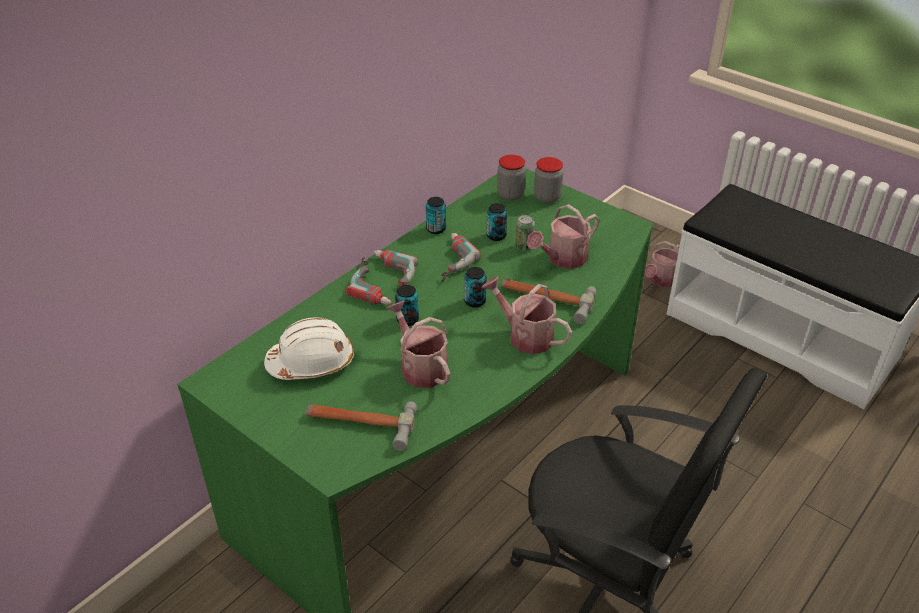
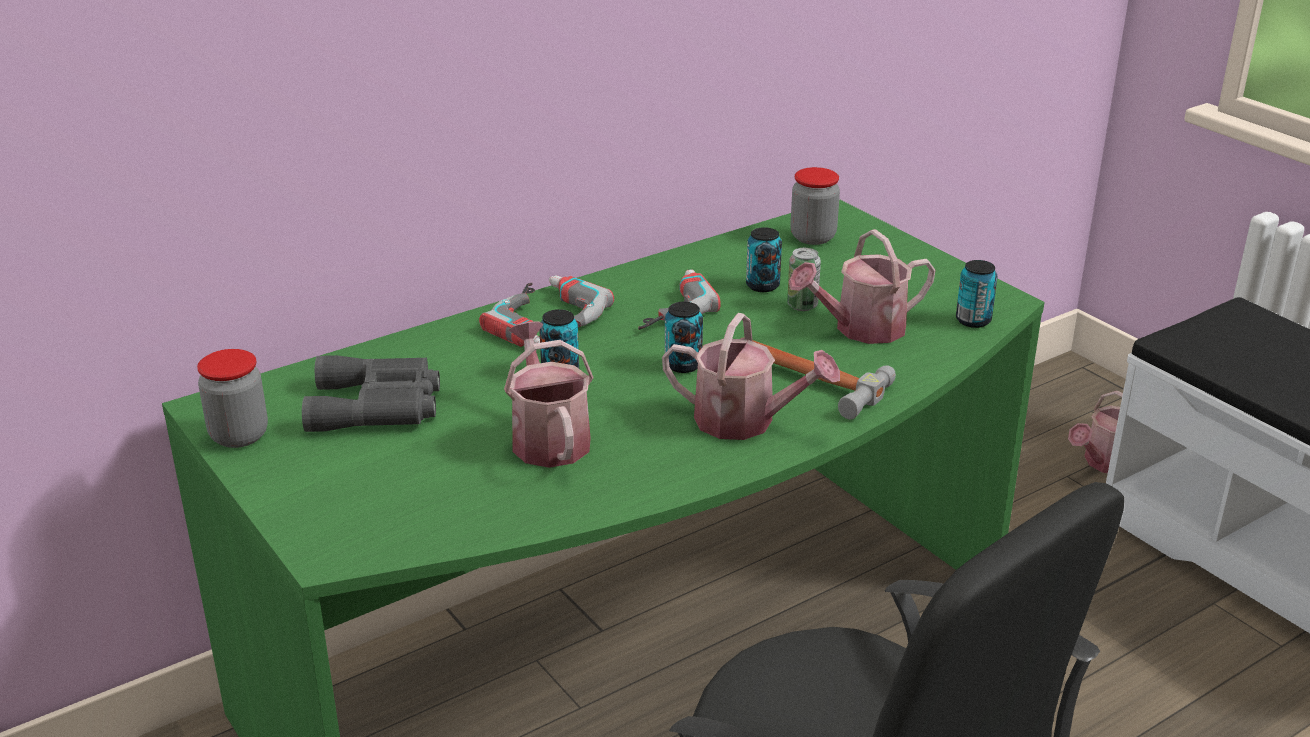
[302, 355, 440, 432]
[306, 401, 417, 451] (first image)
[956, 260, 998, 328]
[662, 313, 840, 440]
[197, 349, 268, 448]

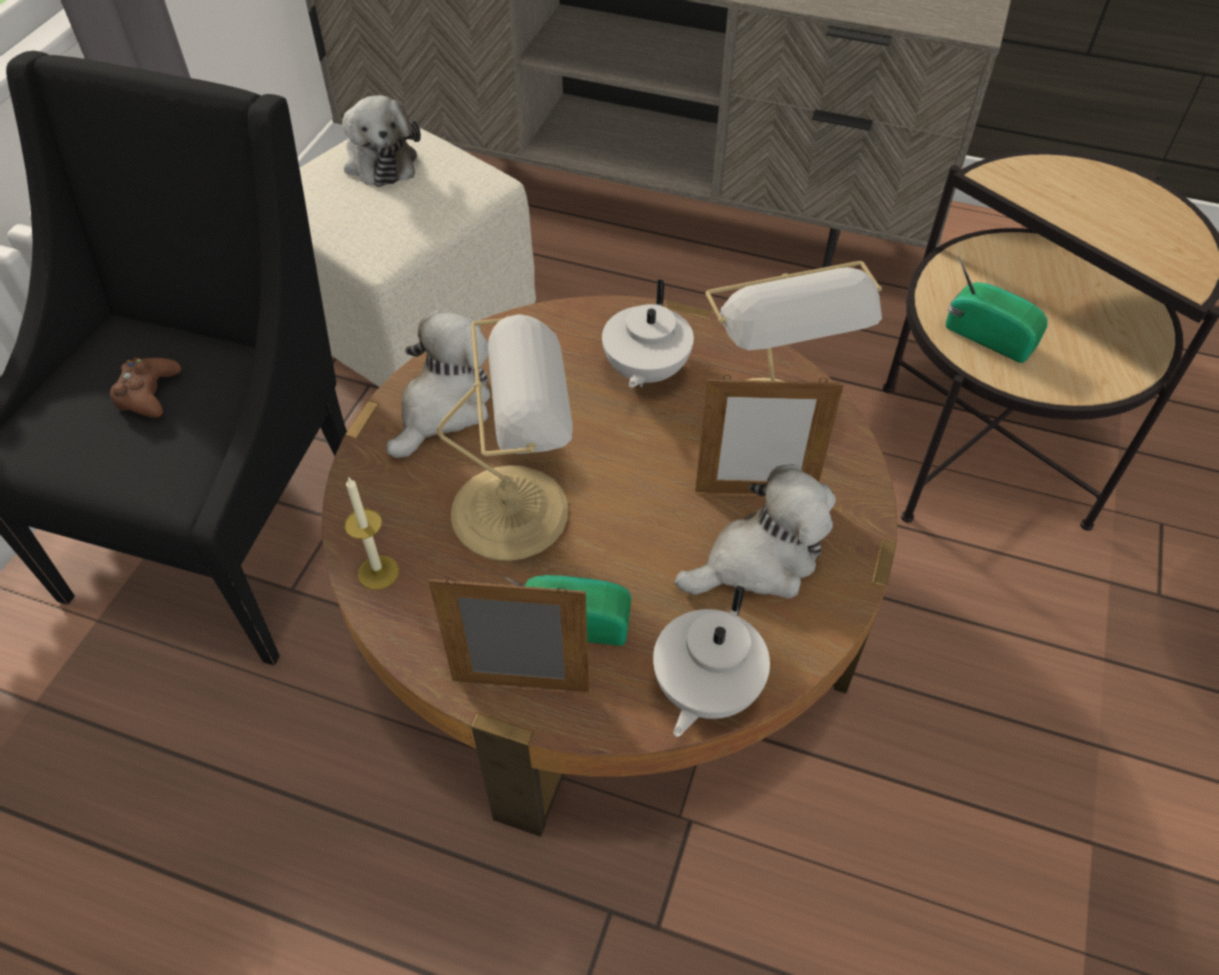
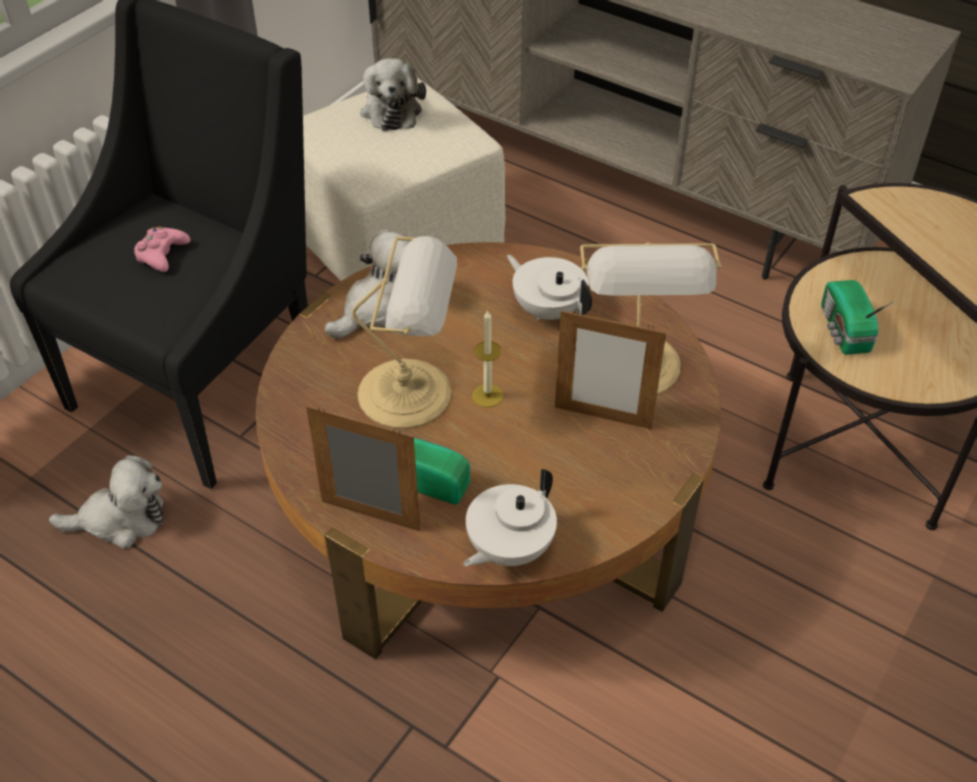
[134, 226, 190, 272]
[472, 310, 503, 407]
[507, 255, 592, 320]
[49, 455, 164, 549]
[821, 280, 894, 355]

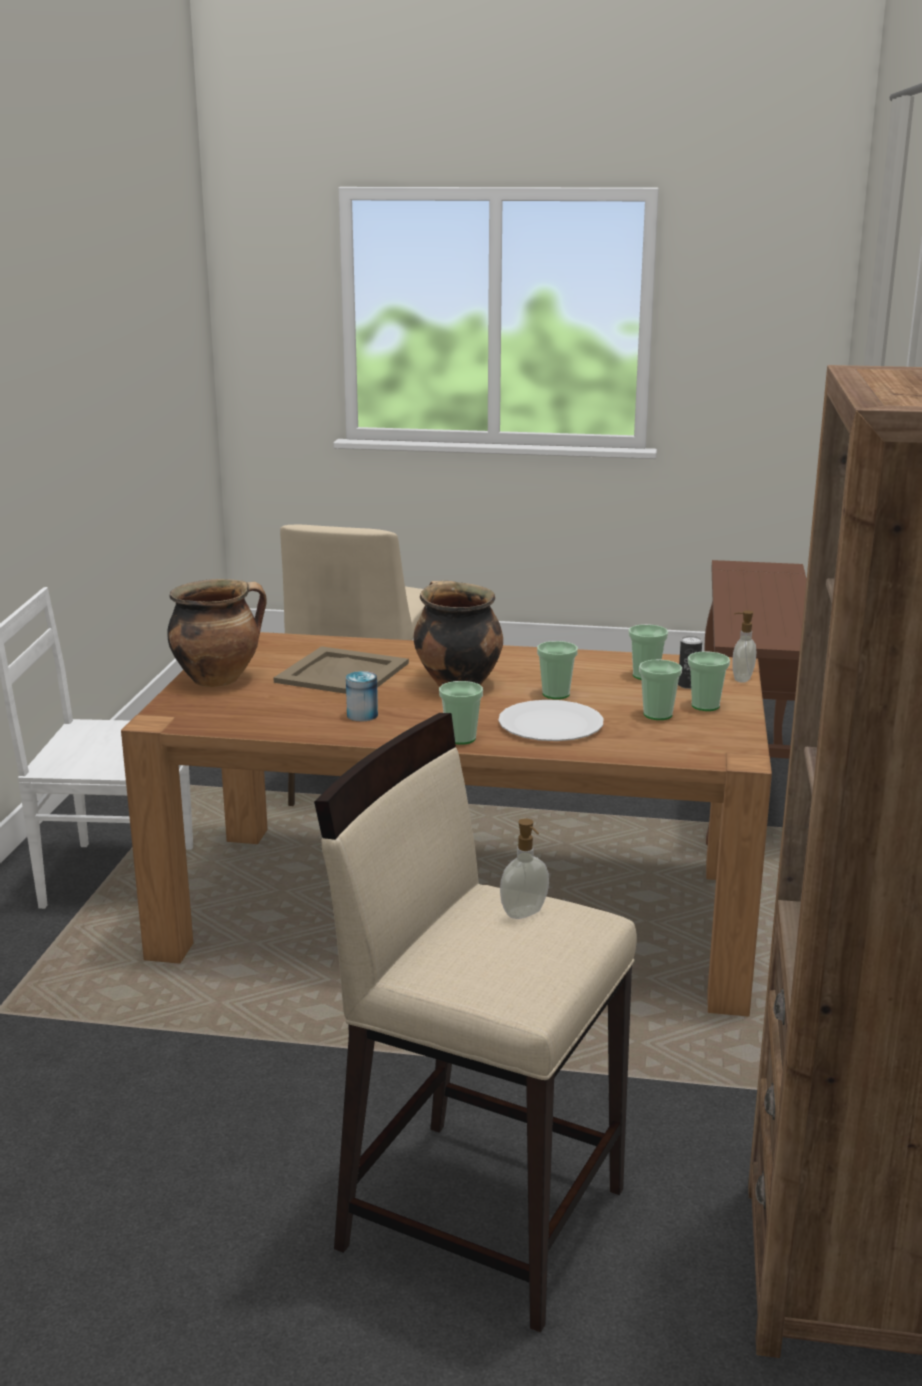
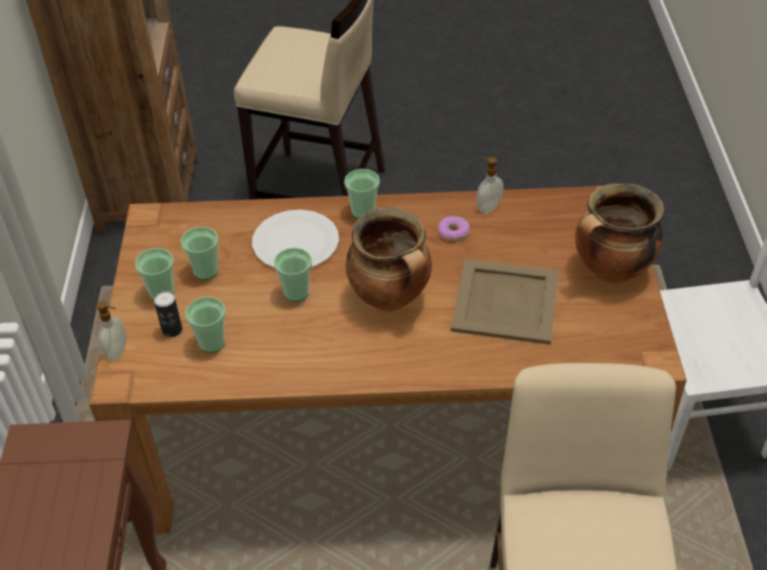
[438, 216, 470, 241]
[476, 157, 503, 214]

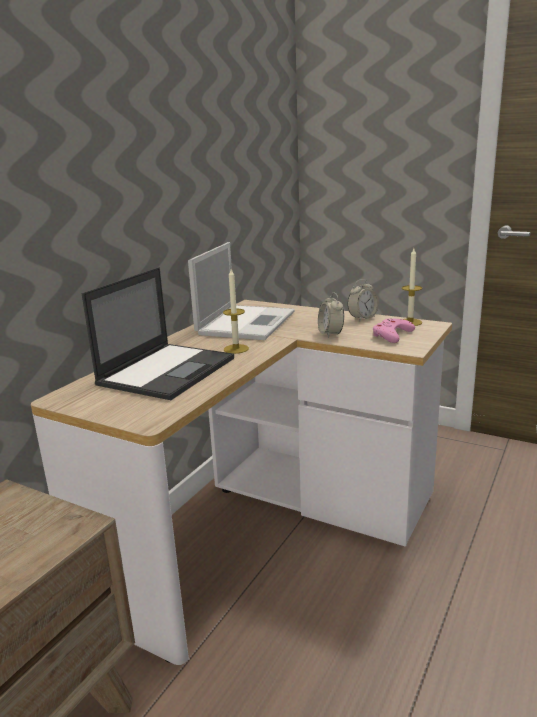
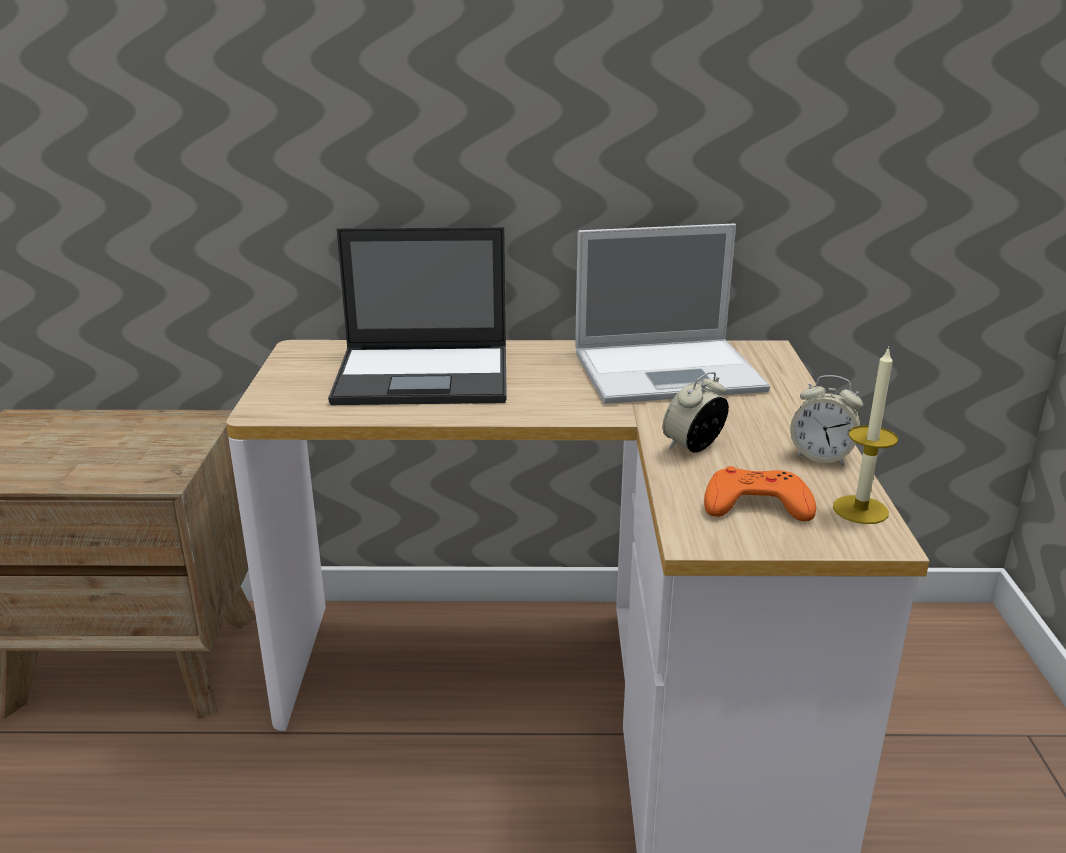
[223, 269, 249, 354] (first image)
[704, 466, 816, 521]

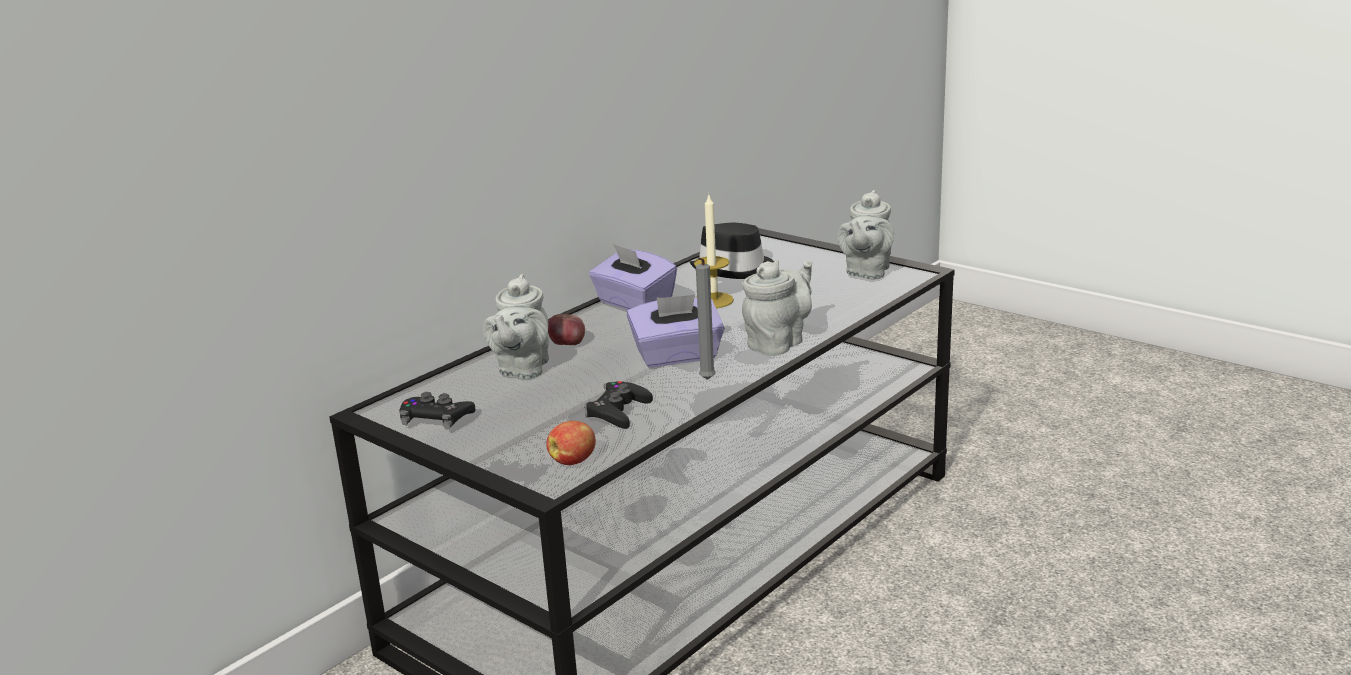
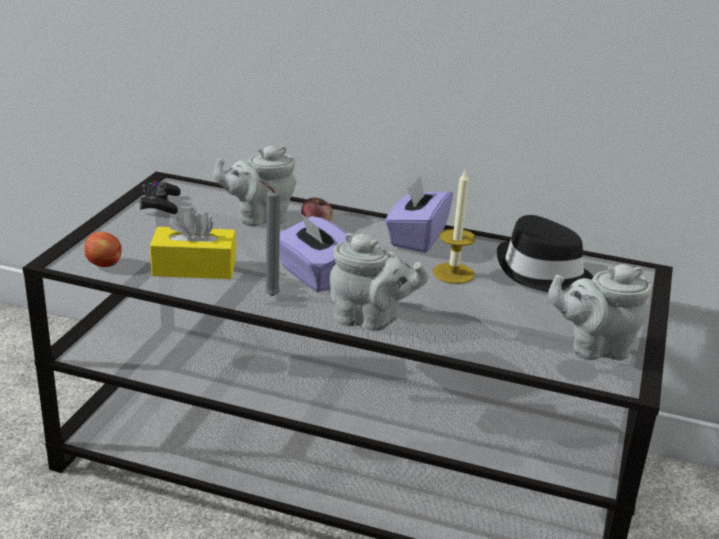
[150, 208, 236, 279]

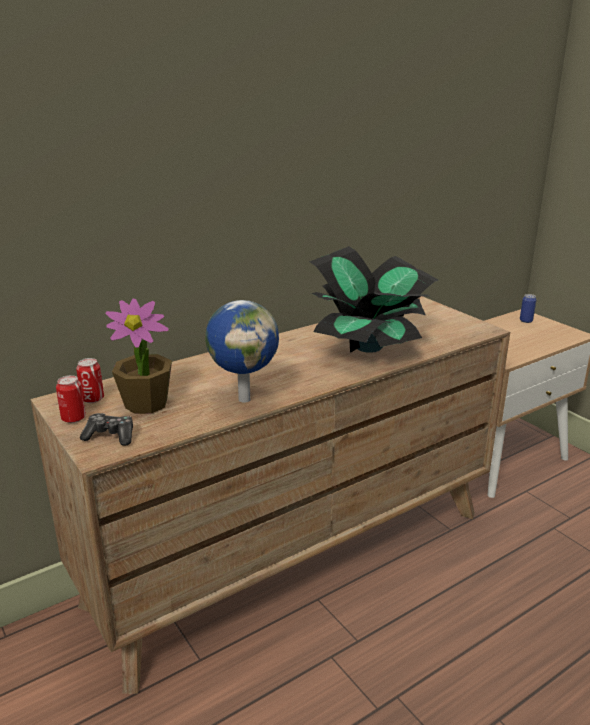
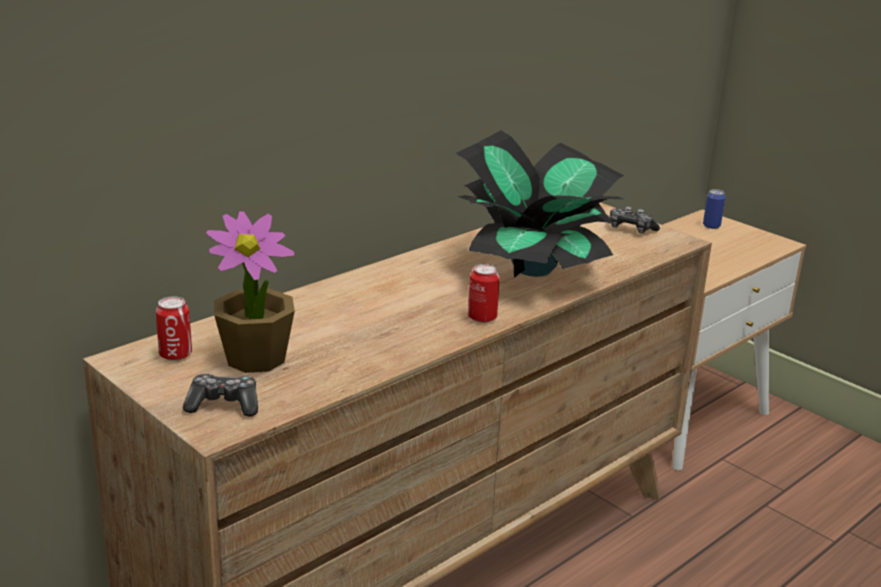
[468, 264, 500, 323]
[205, 300, 279, 403] (first image)
[610, 206, 660, 234]

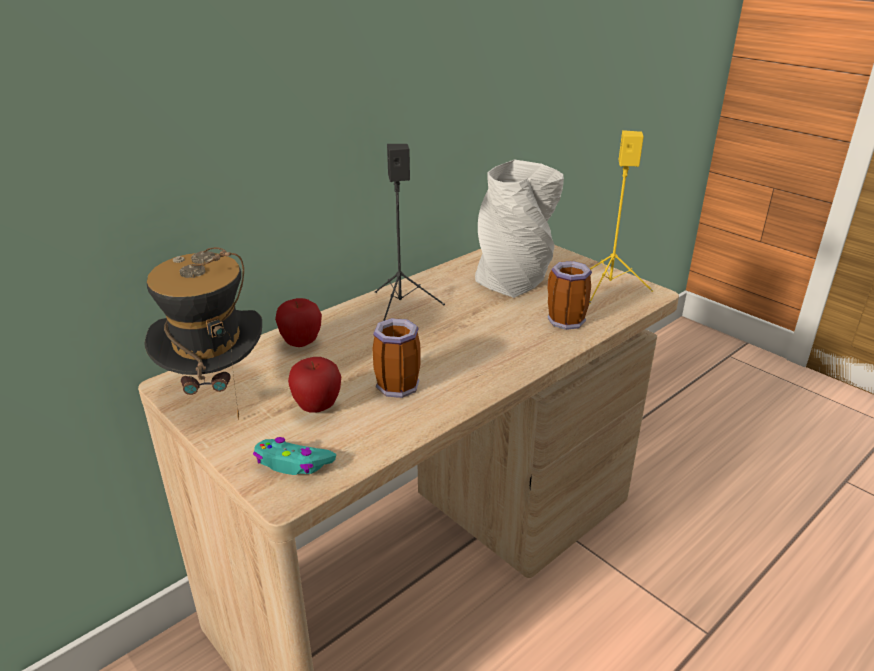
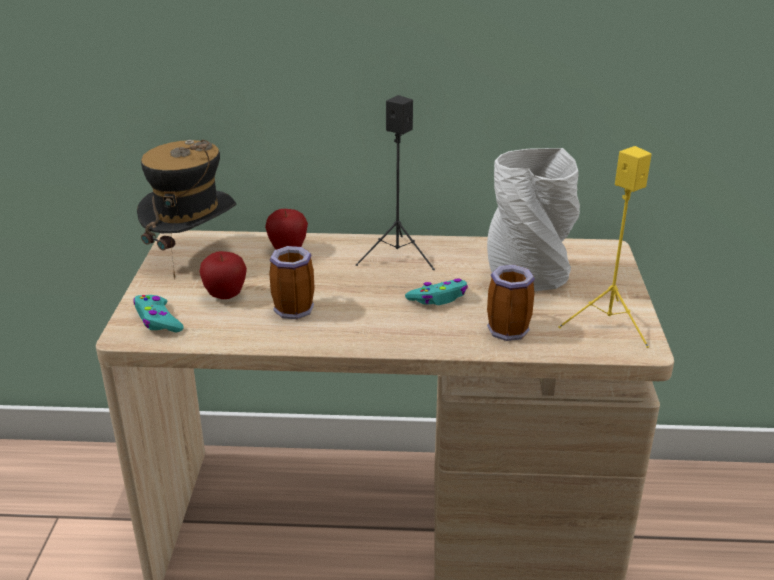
[405, 279, 468, 305]

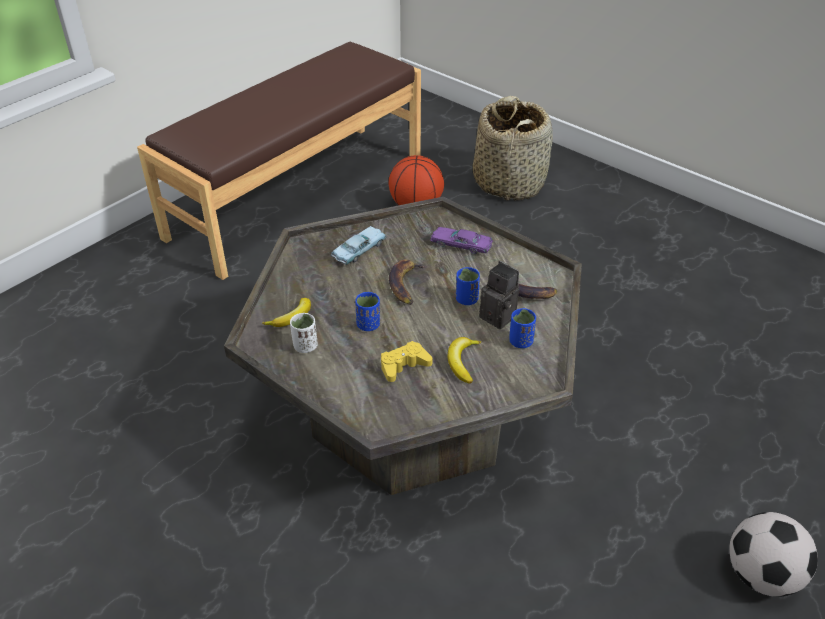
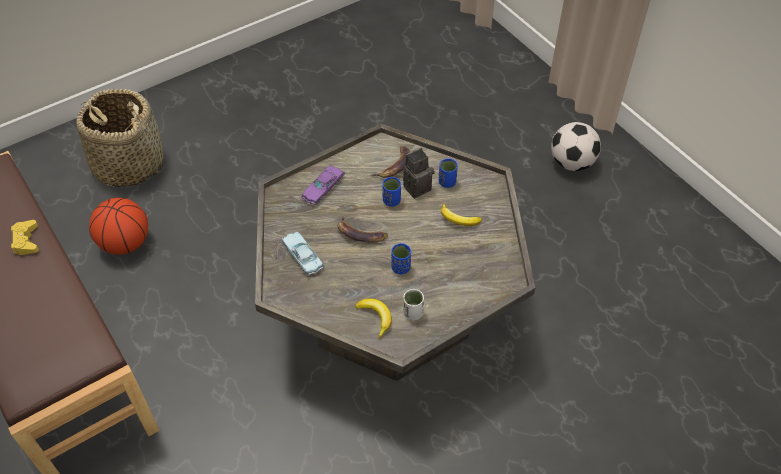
[11, 220, 39, 255]

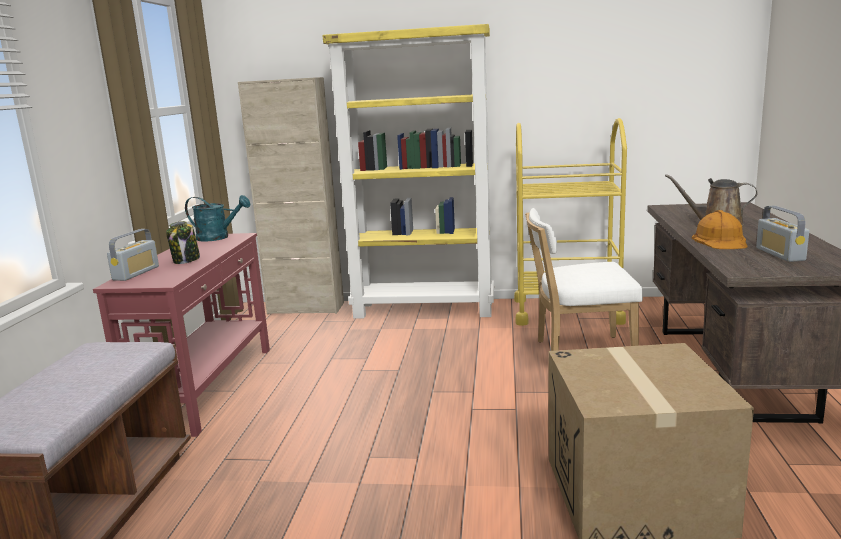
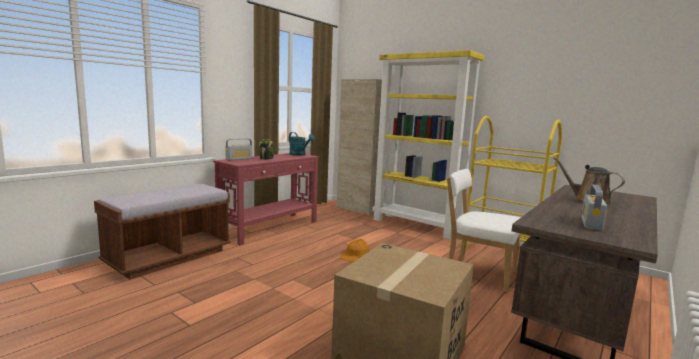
[341, 239, 369, 262]

